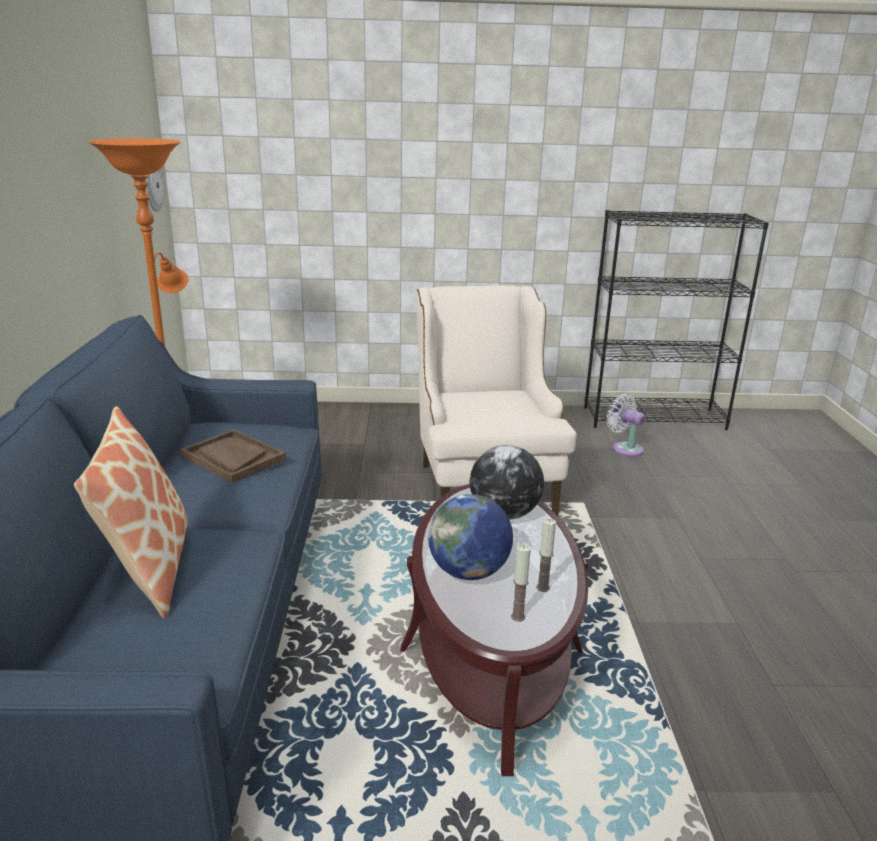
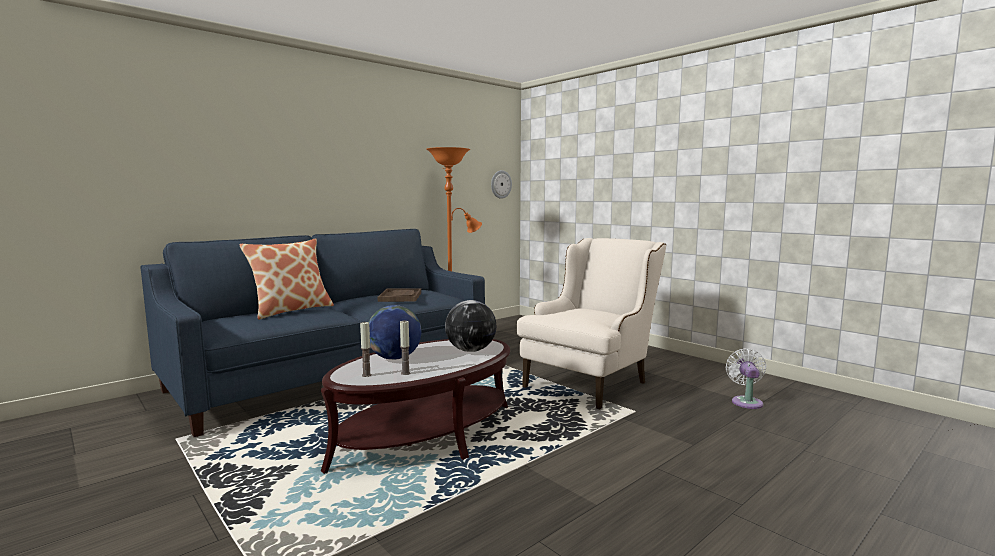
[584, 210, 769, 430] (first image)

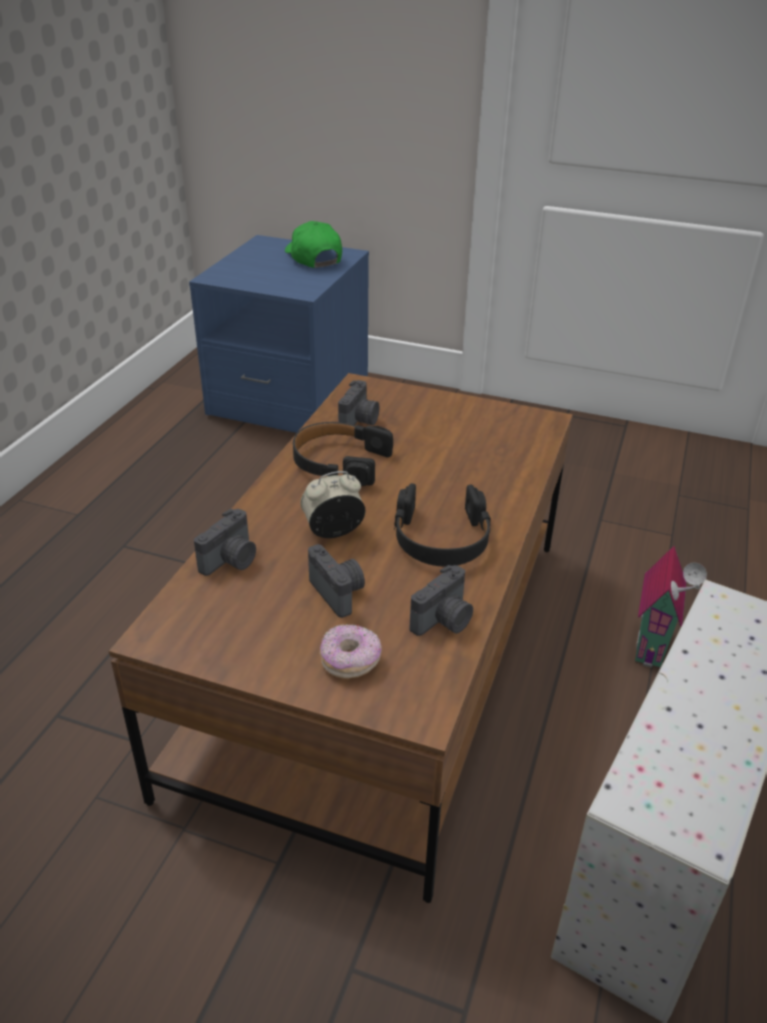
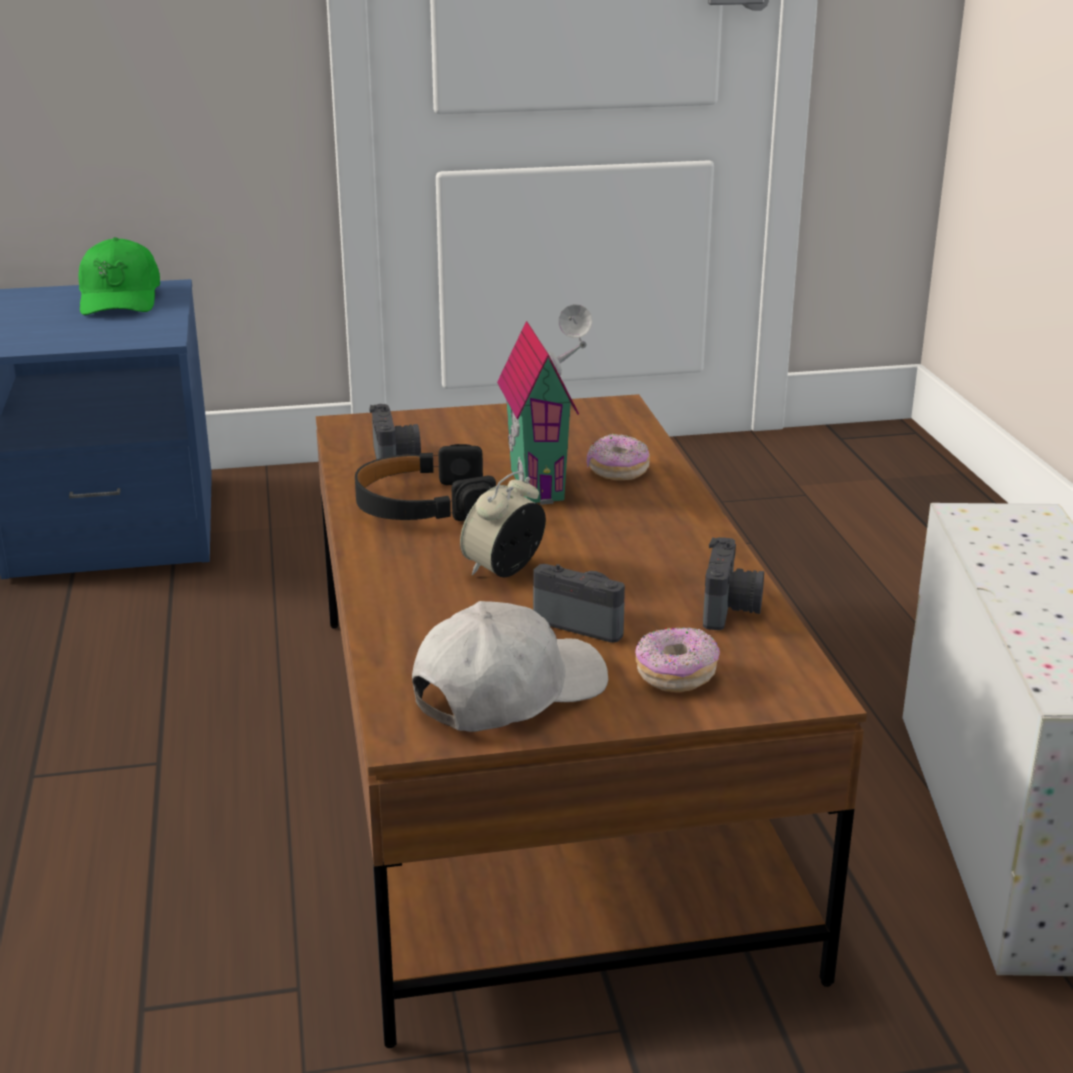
[194, 509, 256, 576] (first image)
[78, 237, 160, 315]
[394, 483, 491, 567] (first image)
[497, 304, 592, 505]
[412, 601, 608, 732]
[586, 434, 650, 480]

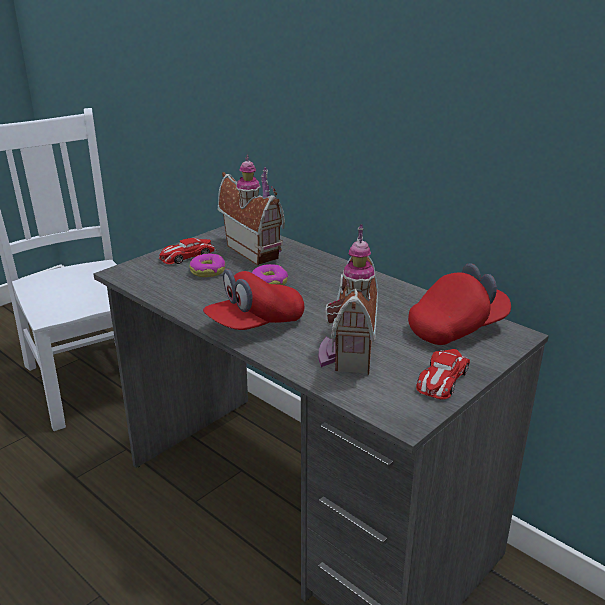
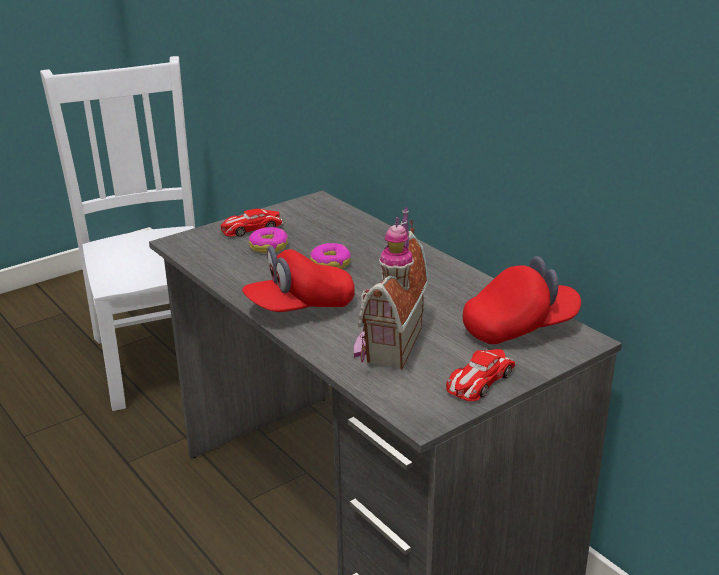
[218, 154, 285, 265] (first image)

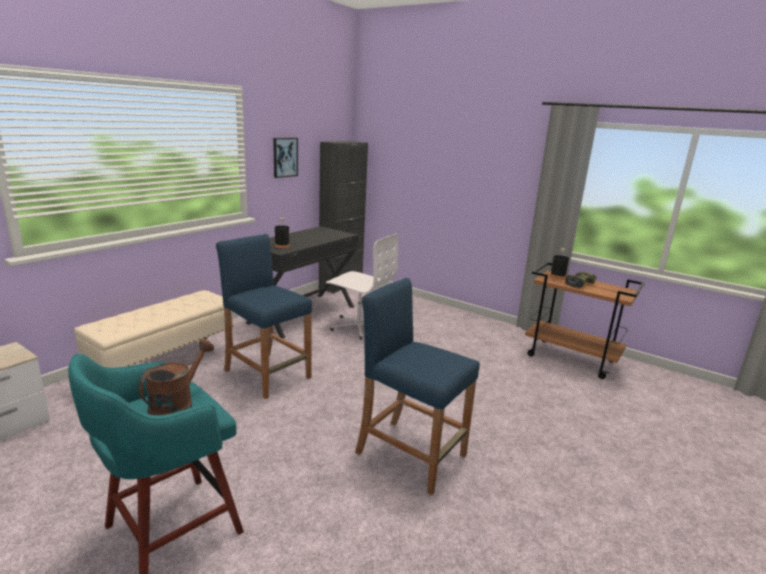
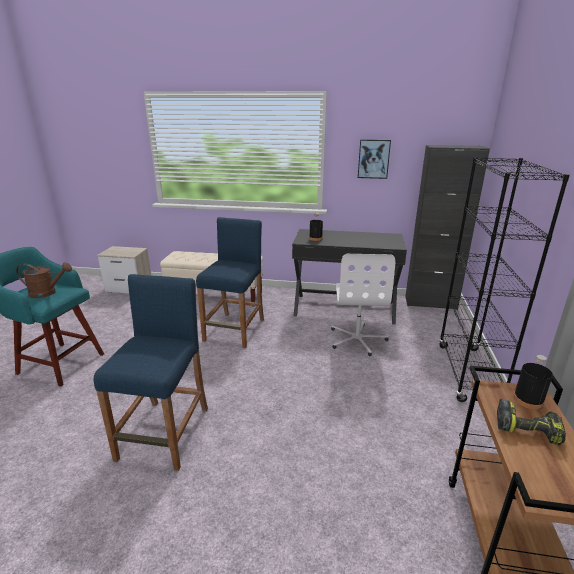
[439, 157, 570, 402]

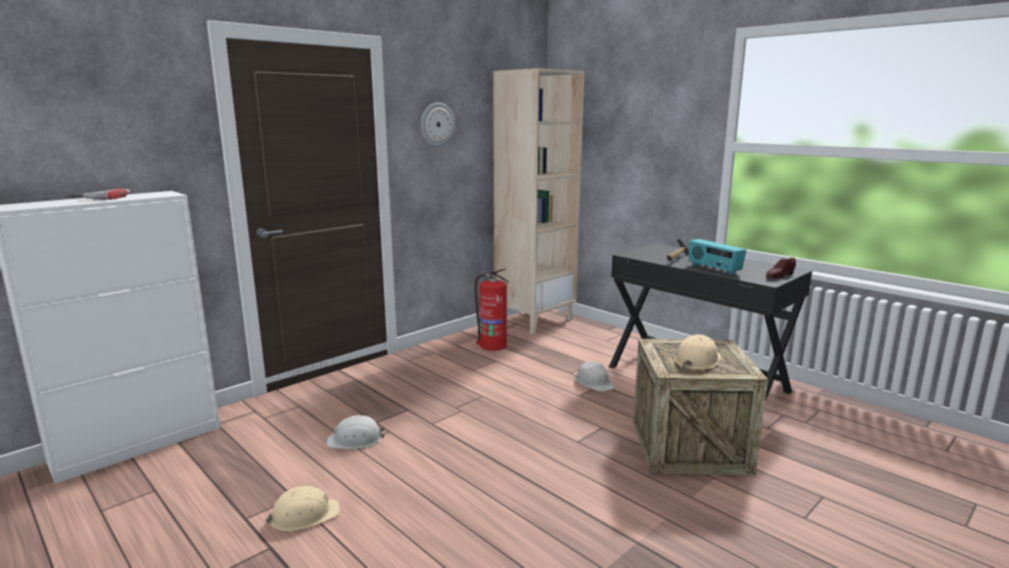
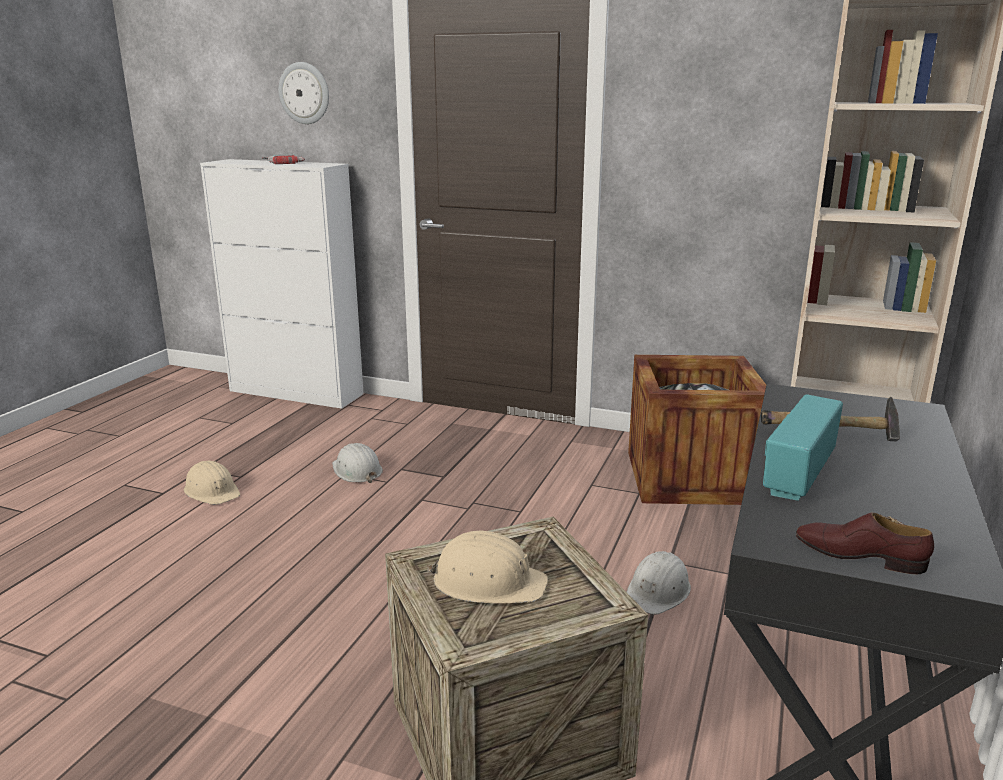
[279, 62, 329, 124]
[628, 355, 766, 505]

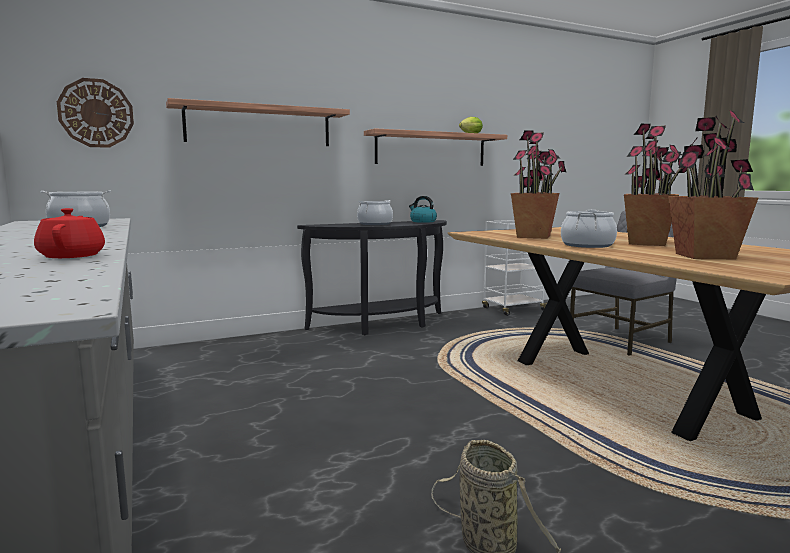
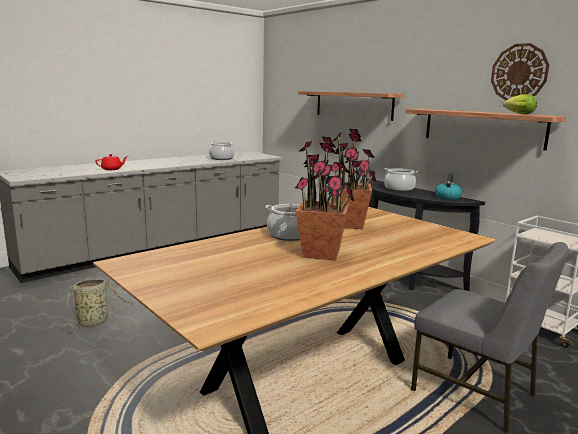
[491, 43, 549, 100]
[668, 110, 758, 259] (first image)

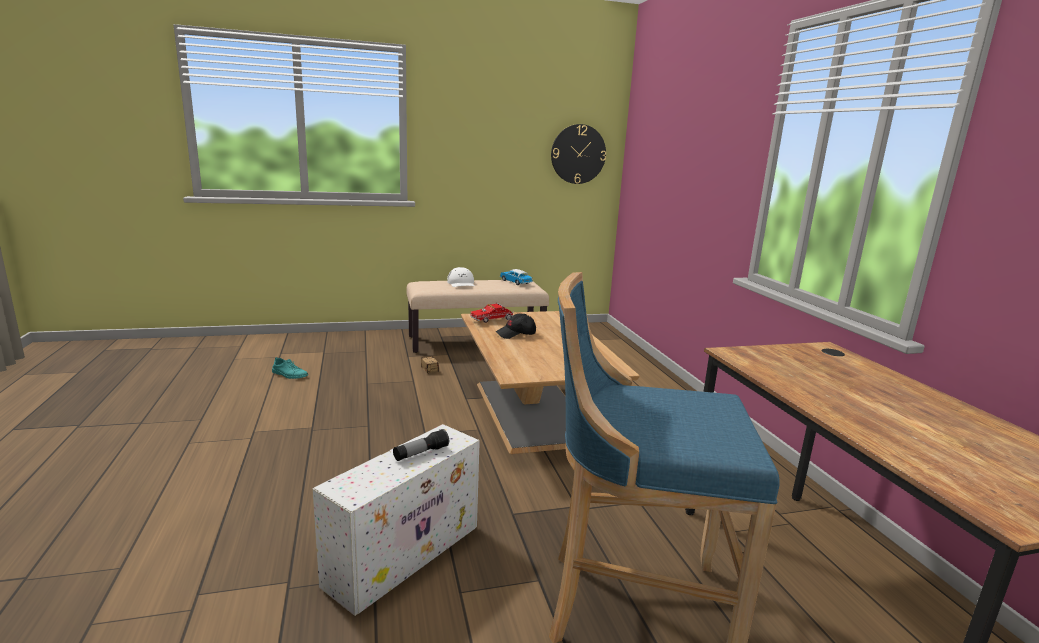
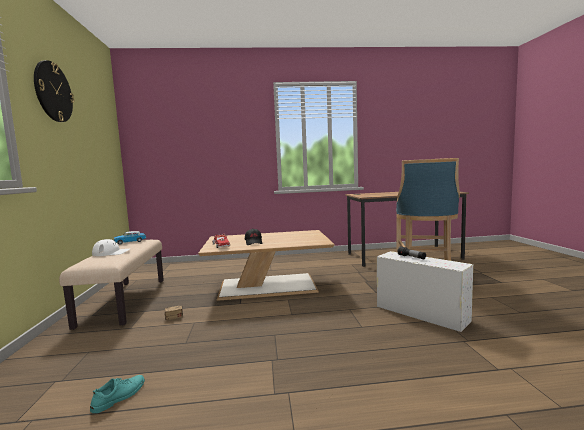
[34, 60, 74, 122]

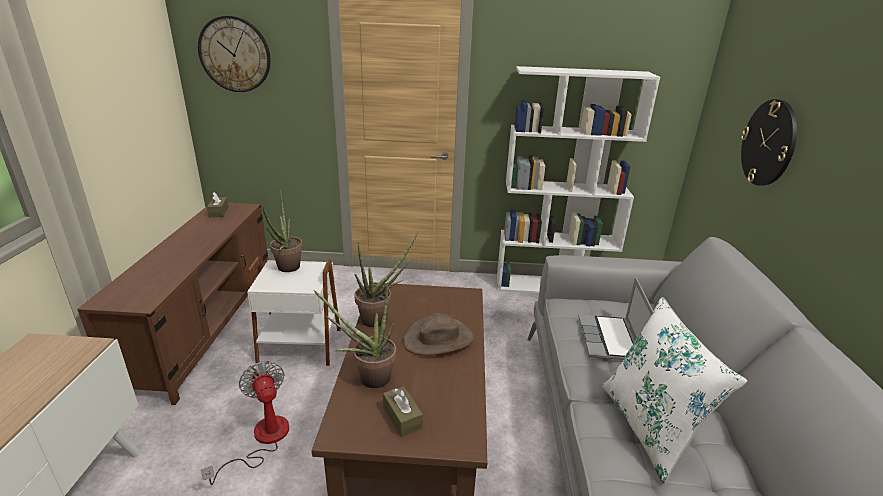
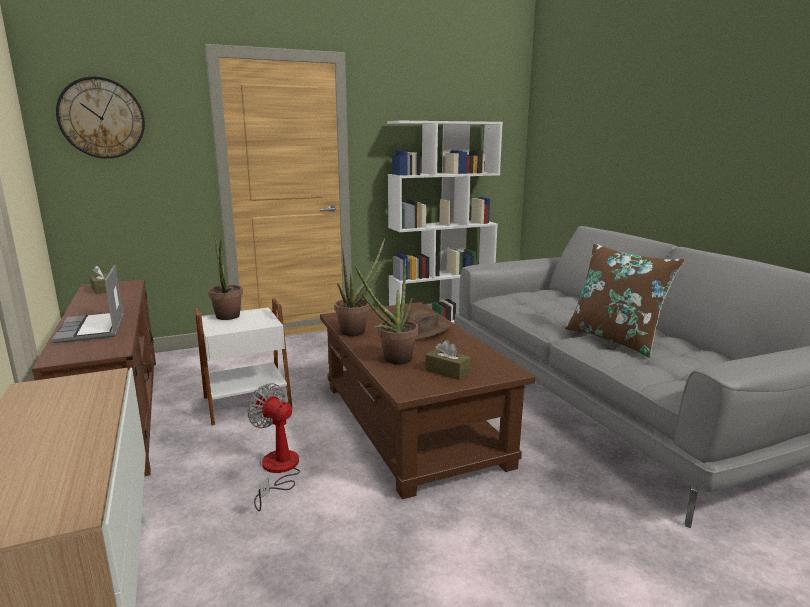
[52, 265, 124, 343]
[565, 243, 685, 358]
[741, 99, 797, 186] (first image)

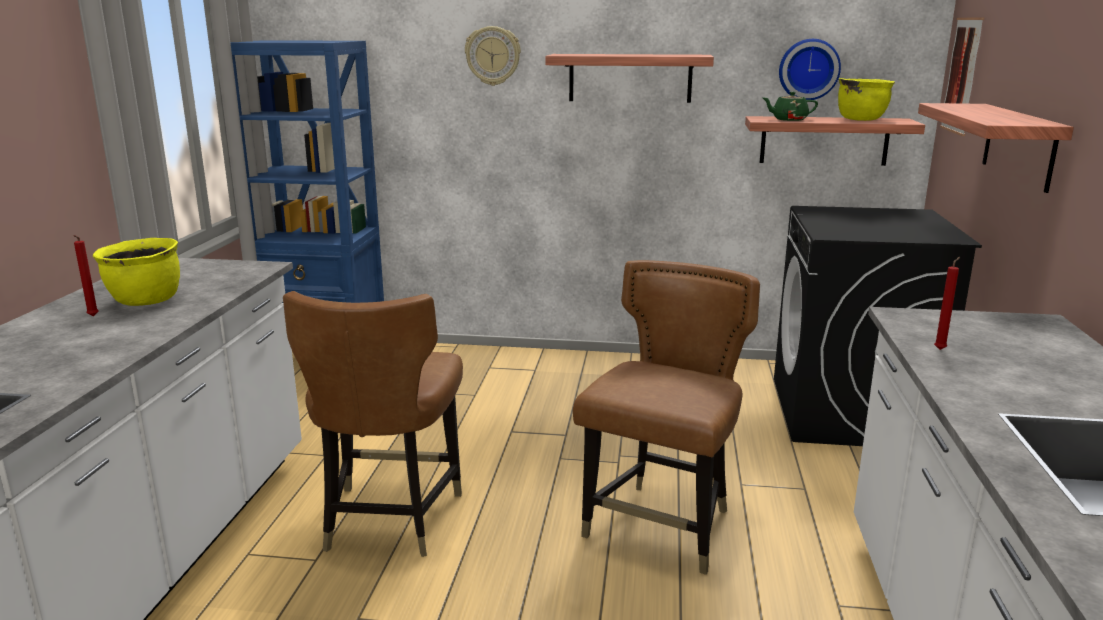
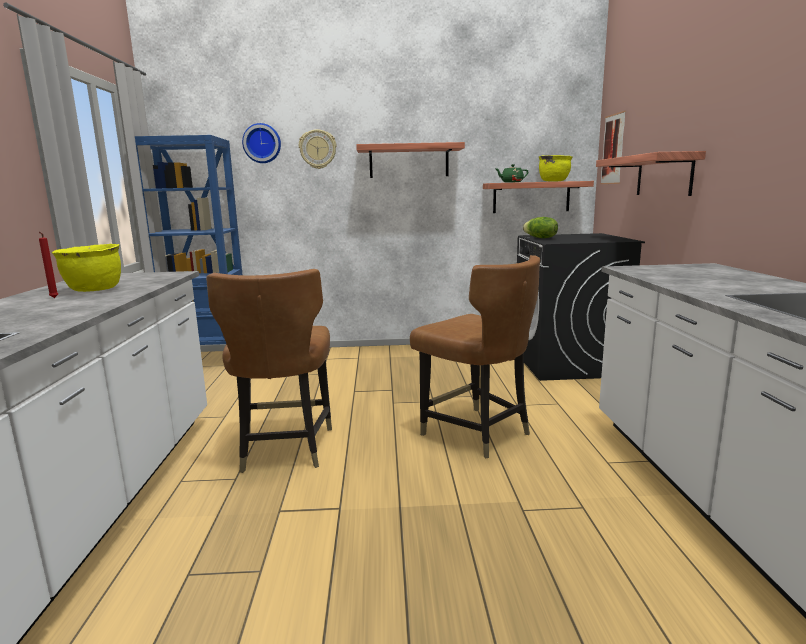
[410, 255, 540, 458]
[242, 123, 281, 163]
[934, 257, 960, 350] (first image)
[523, 217, 558, 238]

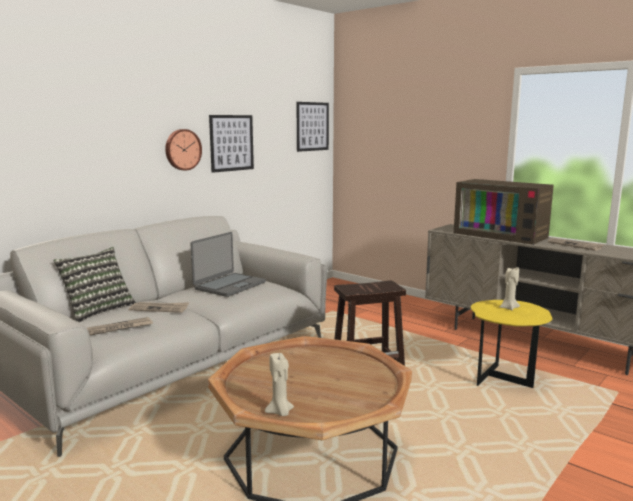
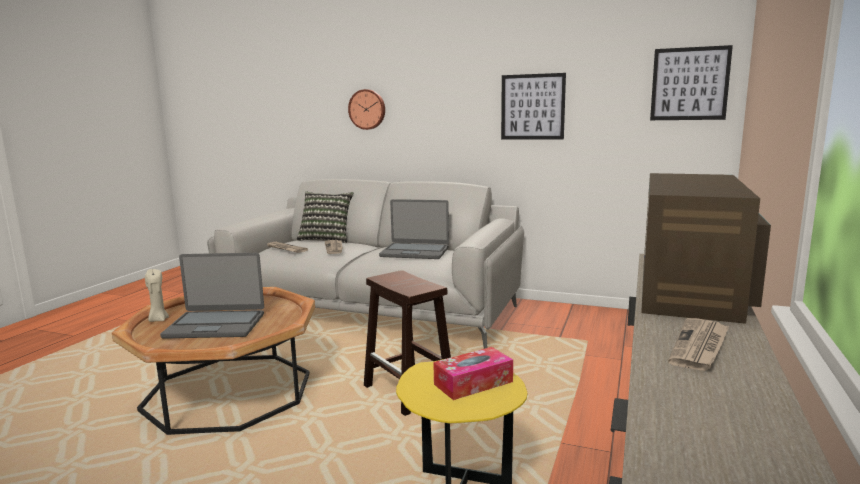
[348, 89, 385, 130]
[433, 347, 513, 400]
[160, 253, 264, 339]

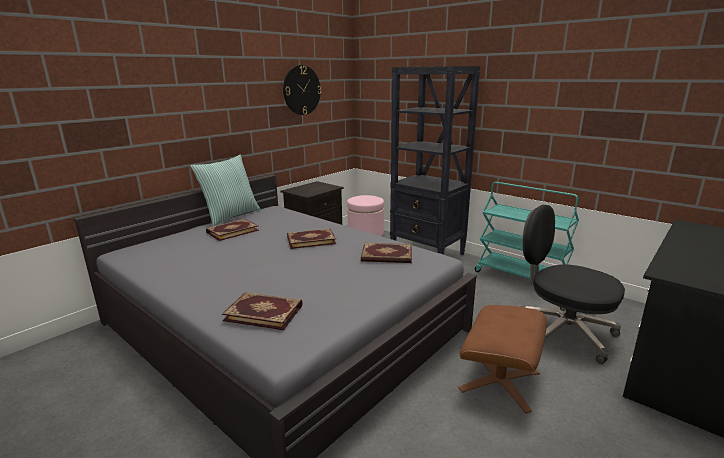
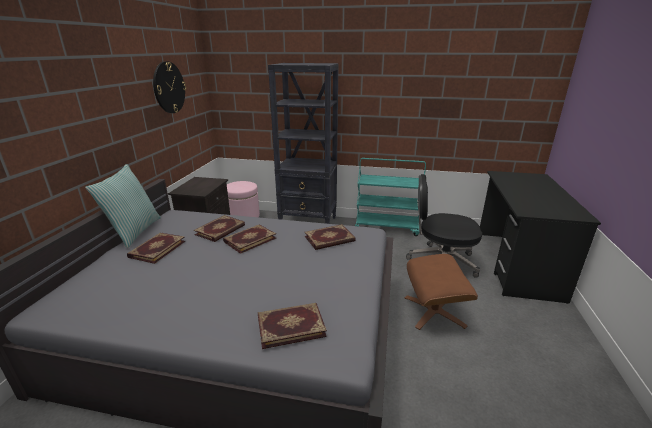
[194, 215, 245, 242]

